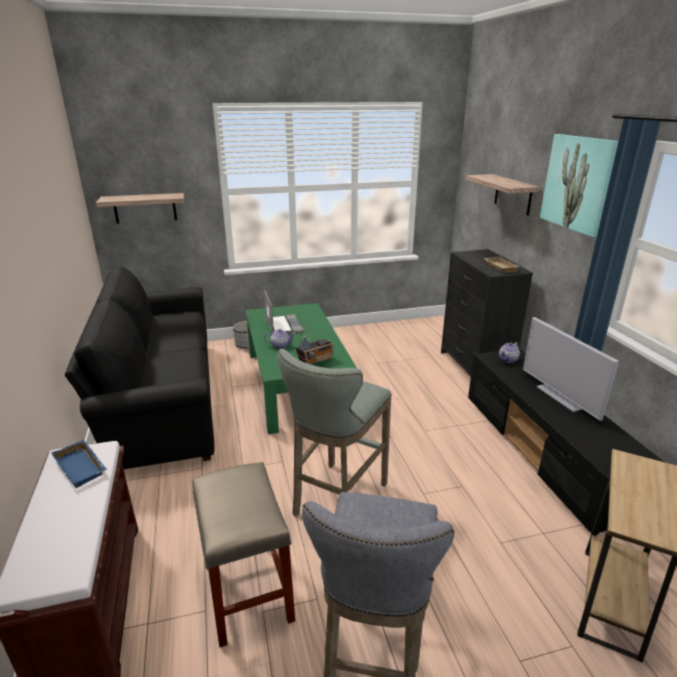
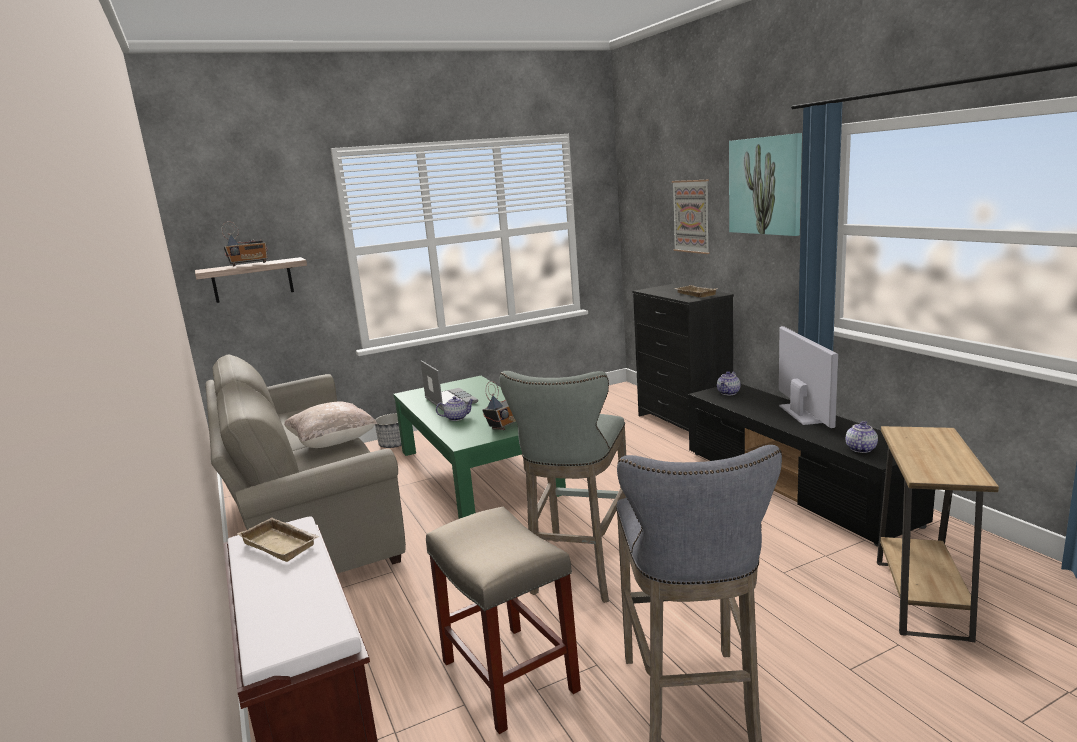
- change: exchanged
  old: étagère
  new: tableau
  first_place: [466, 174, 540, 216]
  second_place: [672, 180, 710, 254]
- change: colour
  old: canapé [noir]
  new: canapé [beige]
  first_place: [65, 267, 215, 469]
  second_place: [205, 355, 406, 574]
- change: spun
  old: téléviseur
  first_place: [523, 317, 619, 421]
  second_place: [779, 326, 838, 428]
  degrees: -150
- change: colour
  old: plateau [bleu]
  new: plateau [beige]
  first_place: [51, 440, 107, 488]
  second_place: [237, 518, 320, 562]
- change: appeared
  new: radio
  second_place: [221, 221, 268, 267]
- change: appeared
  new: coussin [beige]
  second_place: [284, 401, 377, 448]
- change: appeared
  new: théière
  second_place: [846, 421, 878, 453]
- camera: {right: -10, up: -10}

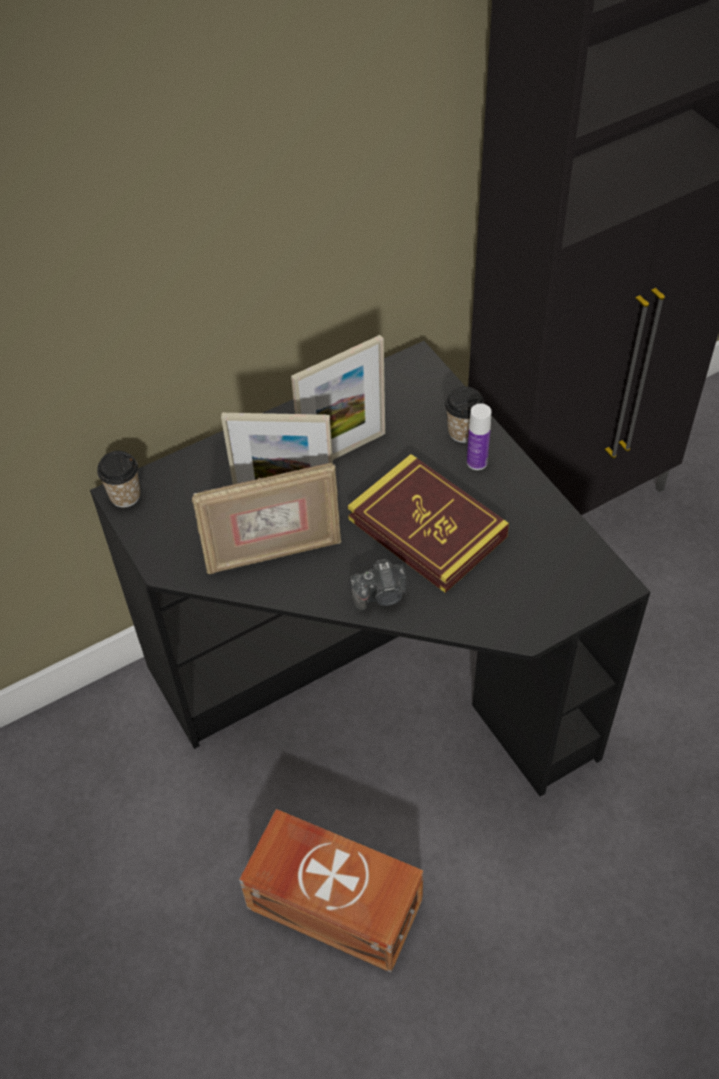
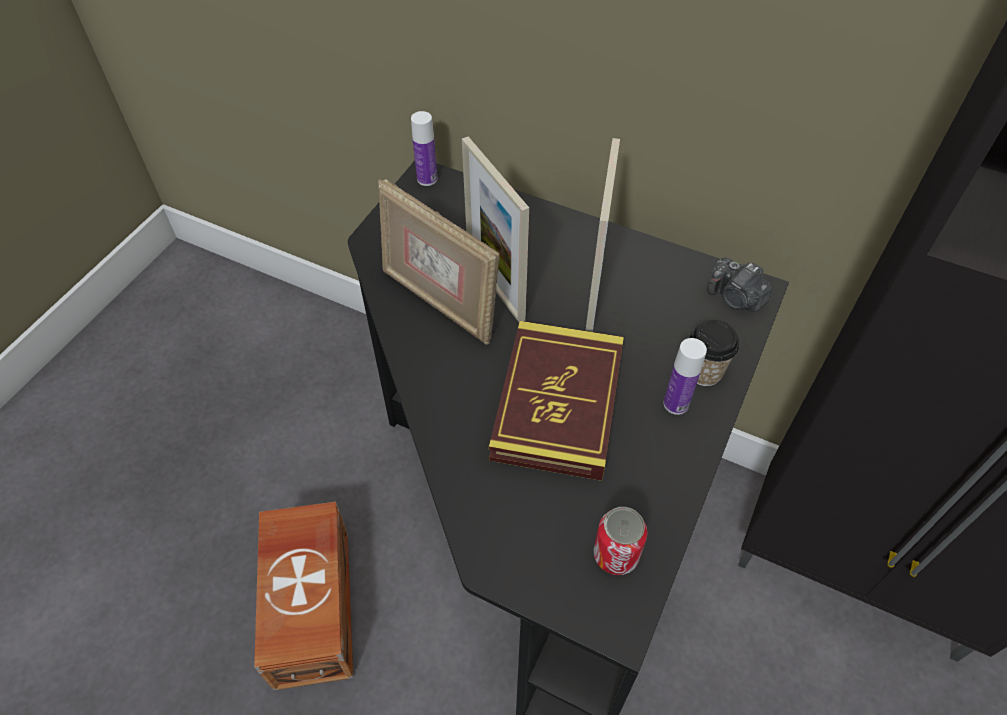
- change: spun
  old: cadre photo
  first_place: [291, 335, 385, 460]
  second_place: [585, 138, 620, 332]
  degrees: -105
- change: exchanged
  old: tasse
  new: bouteille
  first_place: [97, 451, 141, 507]
  second_place: [411, 111, 437, 186]
- change: relocated
  old: appareil photo
  first_place: [350, 559, 407, 611]
  second_place: [707, 258, 773, 312]
- change: appeared
  new: boîte métallique
  second_place: [594, 507, 648, 575]
- camera: {right: 55, up: 0}

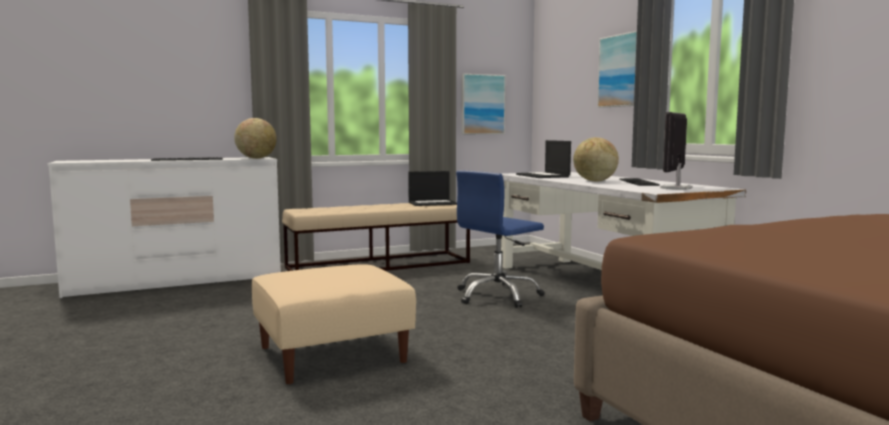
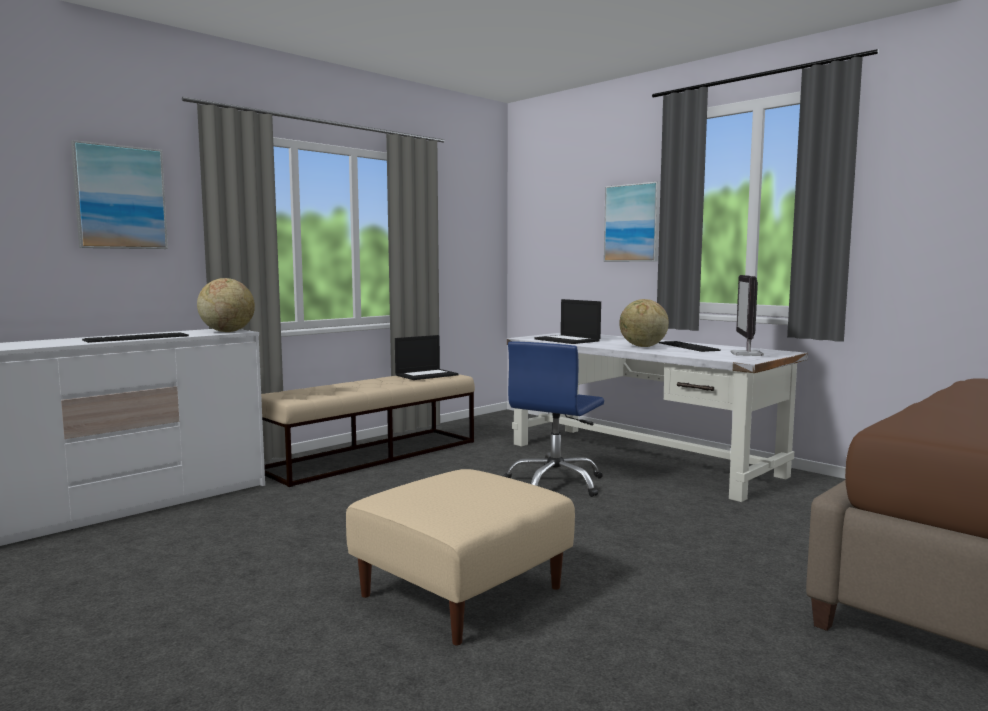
- change: relocated
  old: tableau
  first_place: [461, 73, 506, 134]
  second_place: [71, 140, 168, 249]
- camera: {right: -20, up: 0}

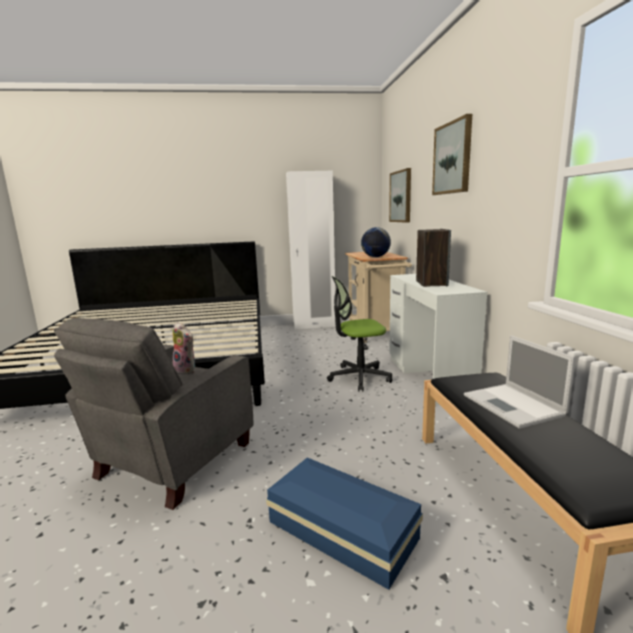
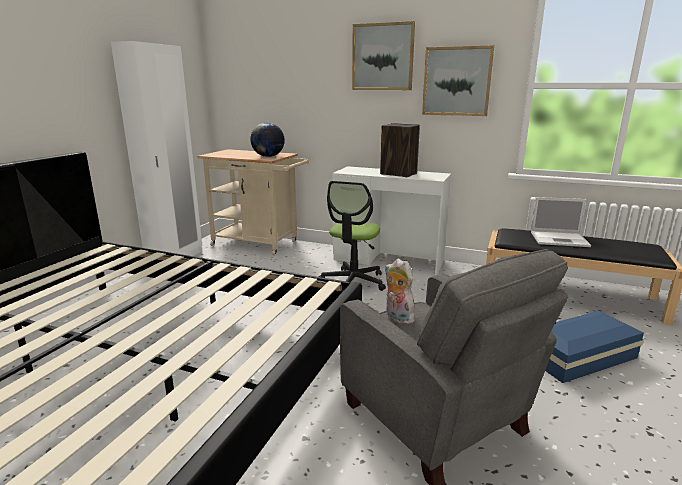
- change: relocated
  old: tableau
  first_place: [389, 168, 411, 222]
  second_place: [422, 45, 494, 116]
- change: spun
  old: peluche
  first_place: [172, 322, 195, 374]
  second_place: [385, 258, 415, 324]
  degrees: -105
- camera: {right: -60, up: 5}

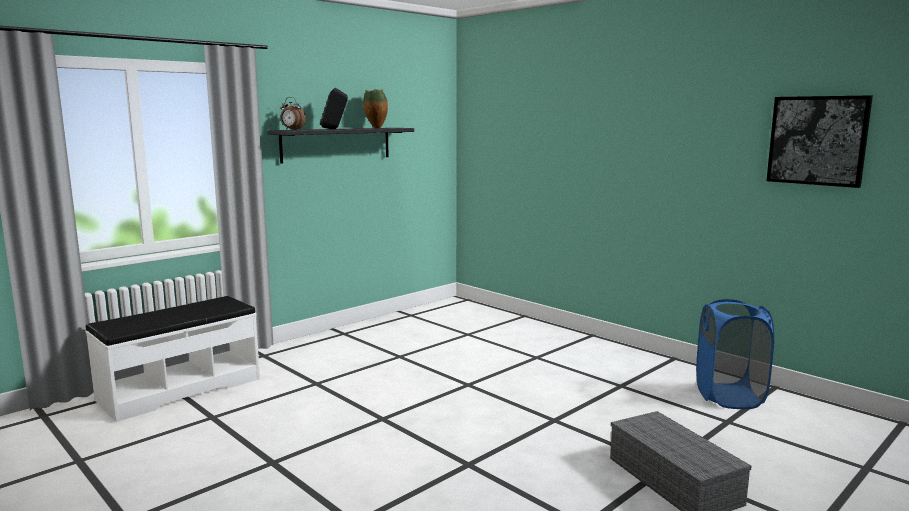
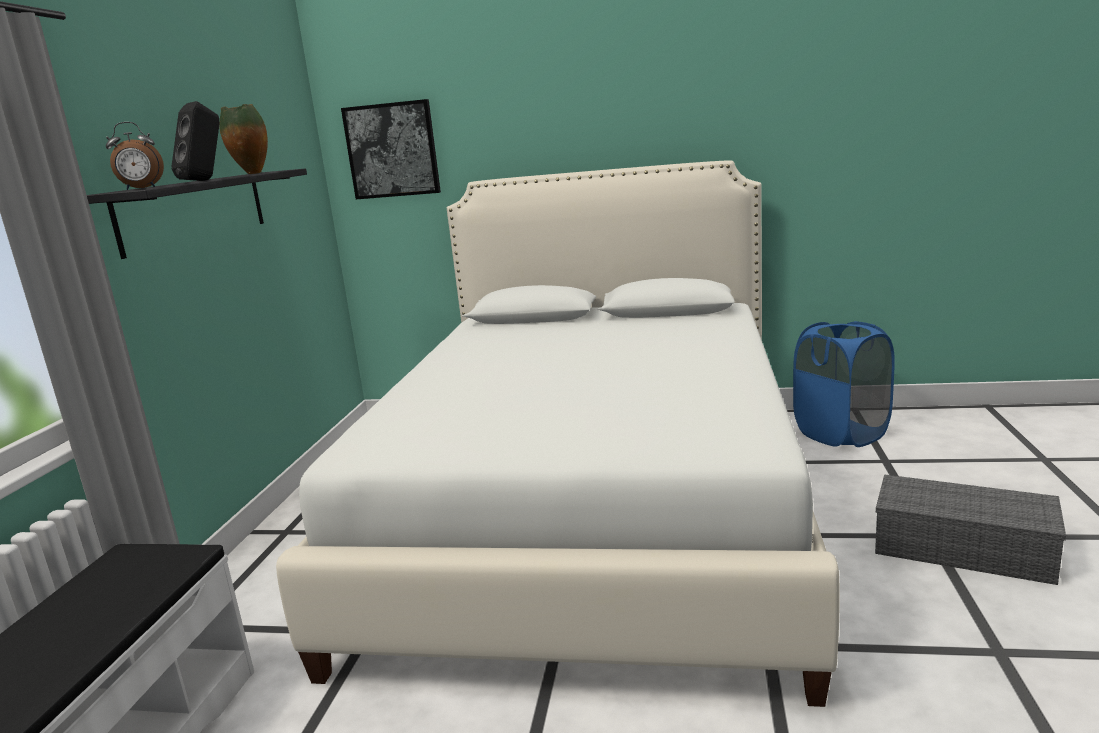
- change: relocated
  old: tableau
  first_place: [766, 95, 873, 188]
  second_place: [341, 99, 441, 199]
- change: appeared
  new: lit [blanc]
  second_place: [276, 160, 840, 707]
- camera: {right: -35, up: 5}

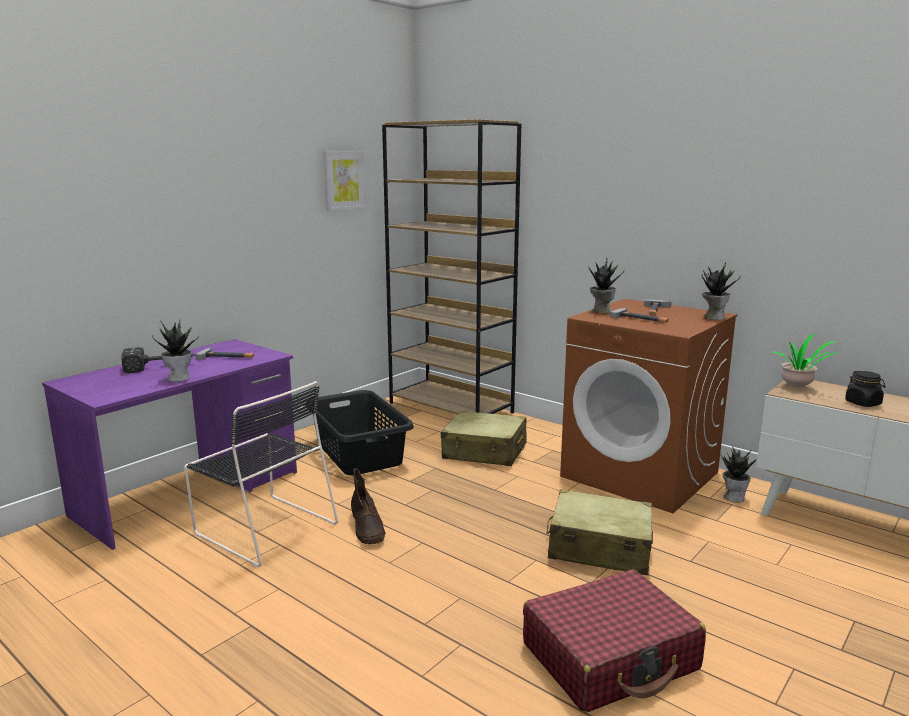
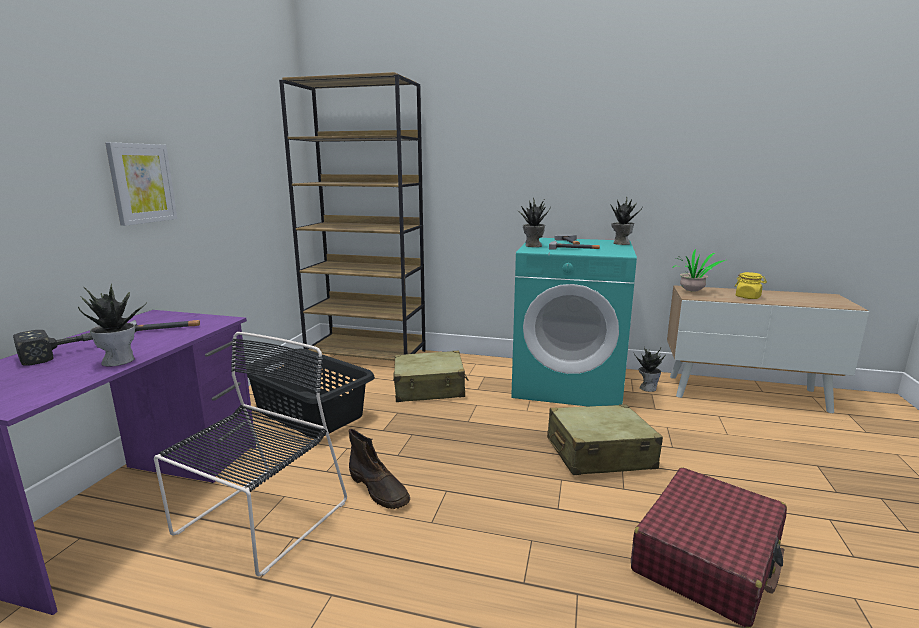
- change: relocated
  old: tableau
  first_place: [323, 151, 365, 211]
  second_place: [105, 142, 177, 226]
- change: colour
  old: lave-linge [marron]
  new: lave-linge [turquoise]
  first_place: [560, 299, 737, 513]
  second_place: [511, 238, 637, 407]
- change: colour
  old: bocal [noir]
  new: bocal [jaune]
  first_place: [845, 371, 885, 407]
  second_place: [735, 272, 767, 299]
- change: spun
  old: chaise [noir]
  first_place: [184, 381, 338, 567]
  second_place: [154, 332, 347, 576]
  degrees: -75
- camera: {right: -25, up: 0}

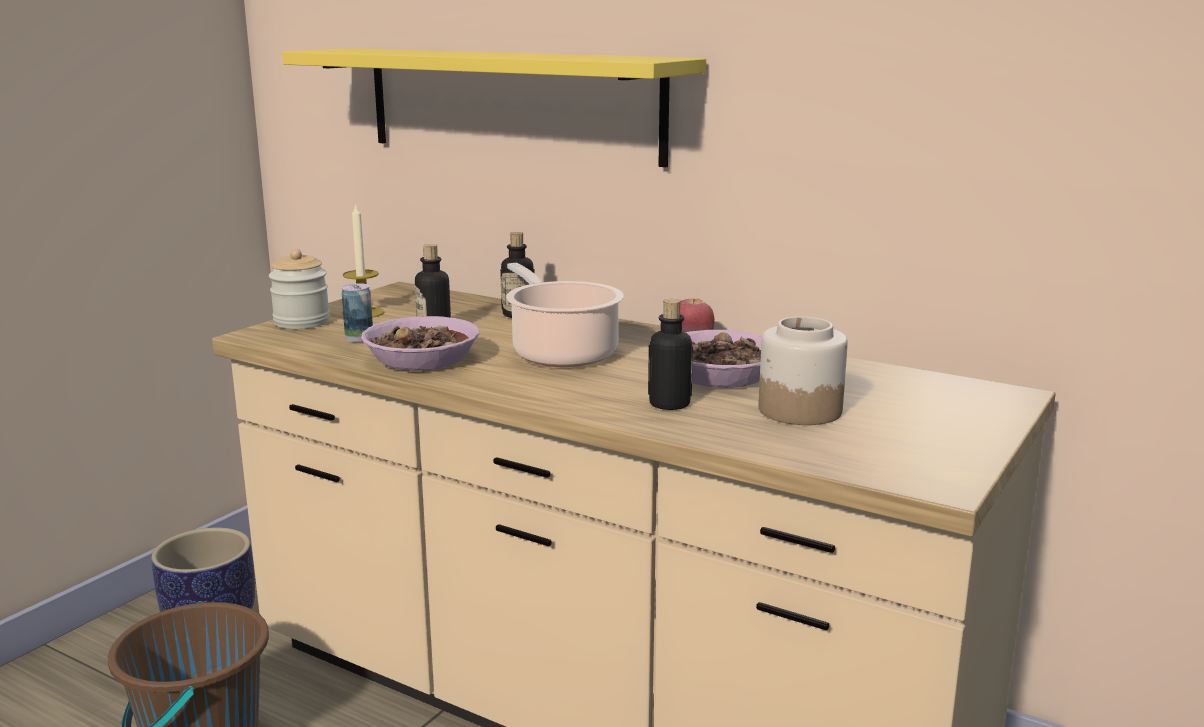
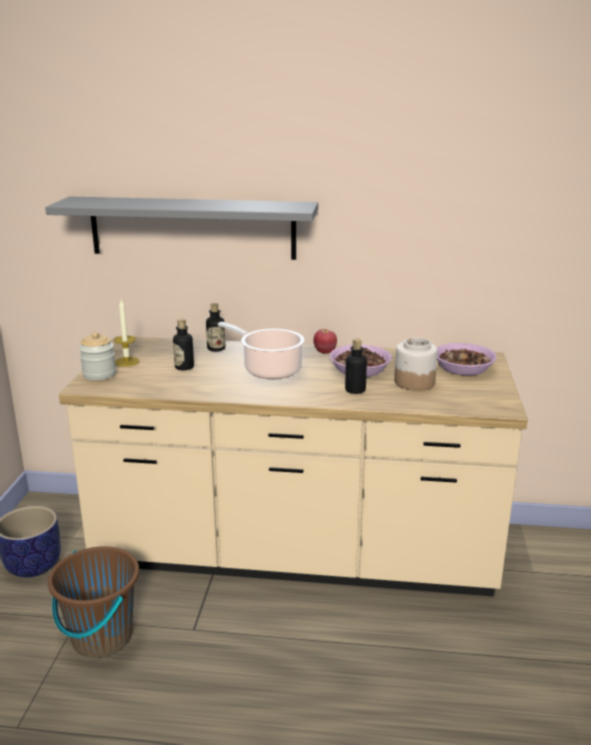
- change: colour
  old: étagère [jaune]
  new: étagère [gris]
  first_place: [282, 48, 706, 167]
  second_place: [45, 197, 318, 260]
- change: missing
  old: boîte métallique
  first_place: [342, 283, 373, 342]
- change: relocated
  old: bol
  first_place: [361, 316, 480, 371]
  second_place: [437, 343, 497, 376]
- camera: {right: -25, up: 5}

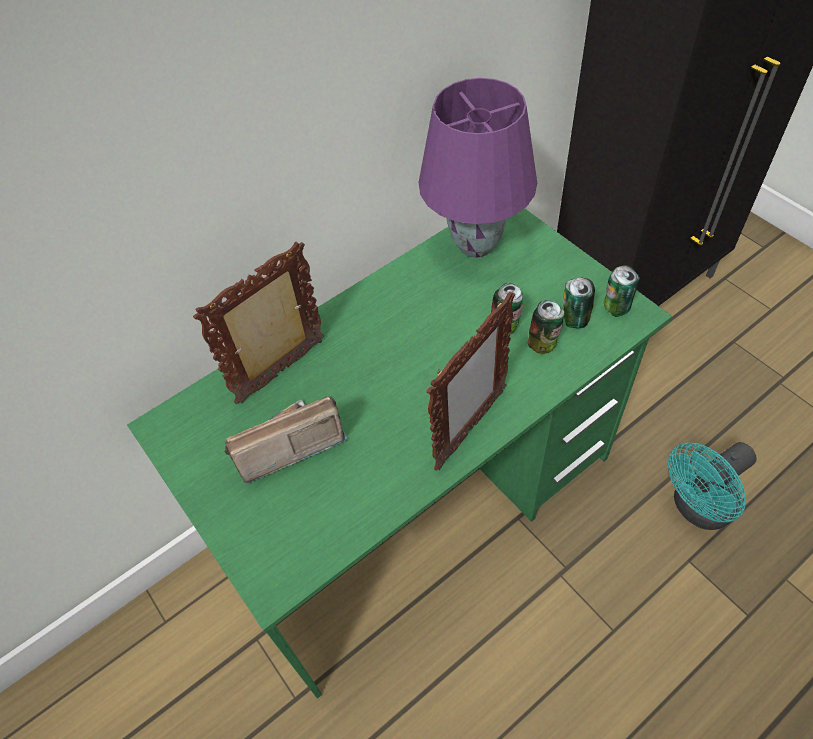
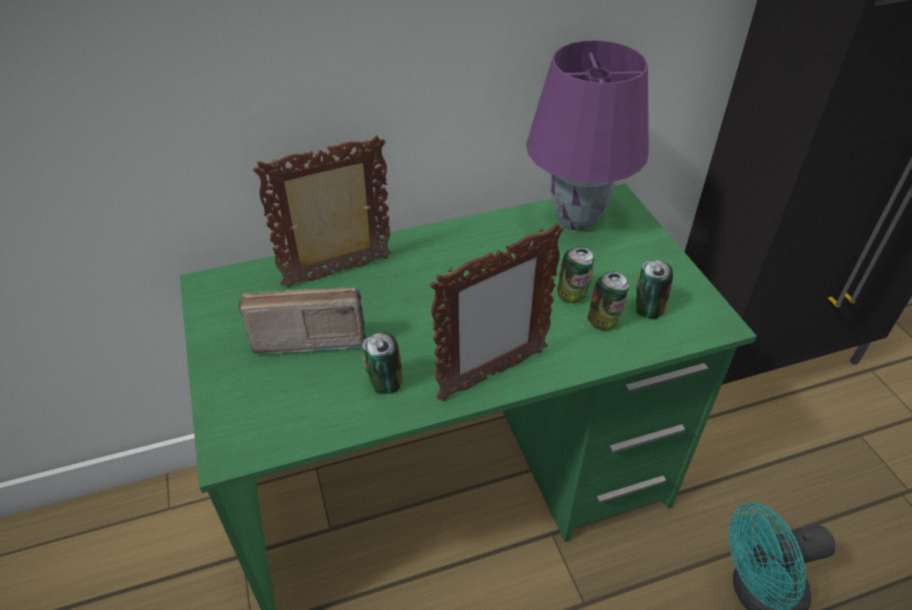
- change: relocated
  old: boîte métallique
  first_place: [604, 265, 640, 317]
  second_place: [362, 333, 403, 394]
- camera: {right: 15, up: -10}

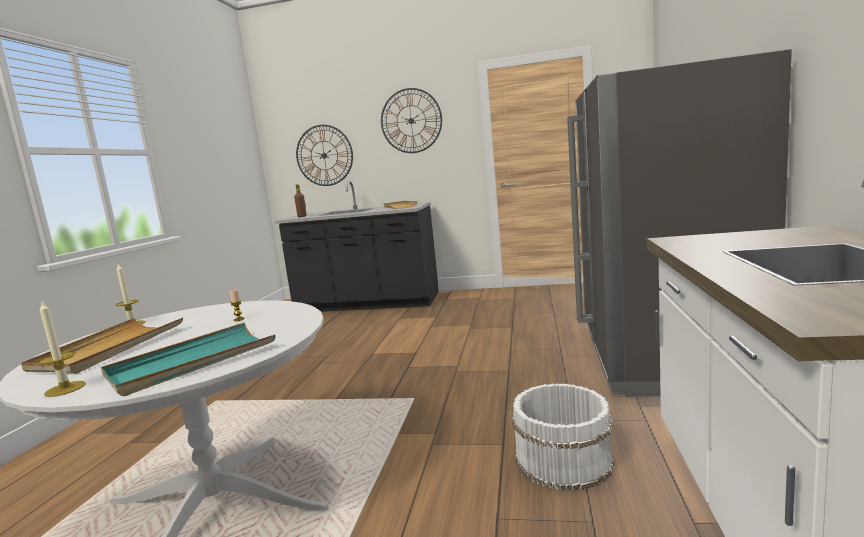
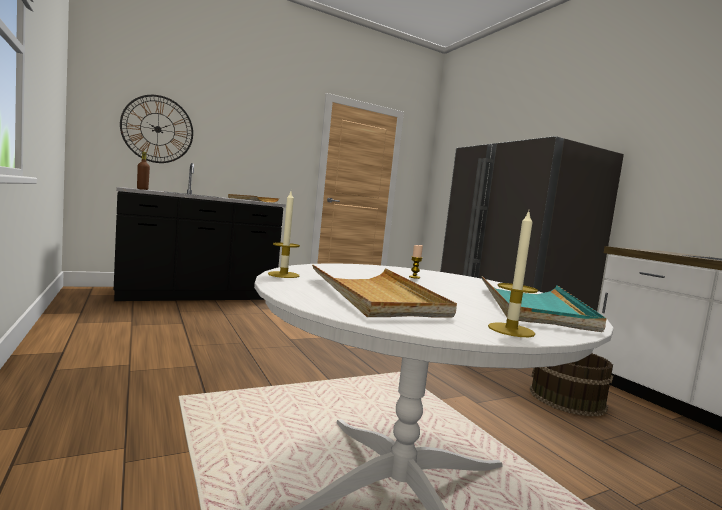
- change: missing
  old: horloge murale
  first_place: [381, 88, 442, 153]
- change: colour
  old: seau [blanc]
  new: seau [marron]
  first_place: [512, 383, 614, 491]
  second_place: [529, 353, 613, 416]
- camera: {right: -40, up: -5}

